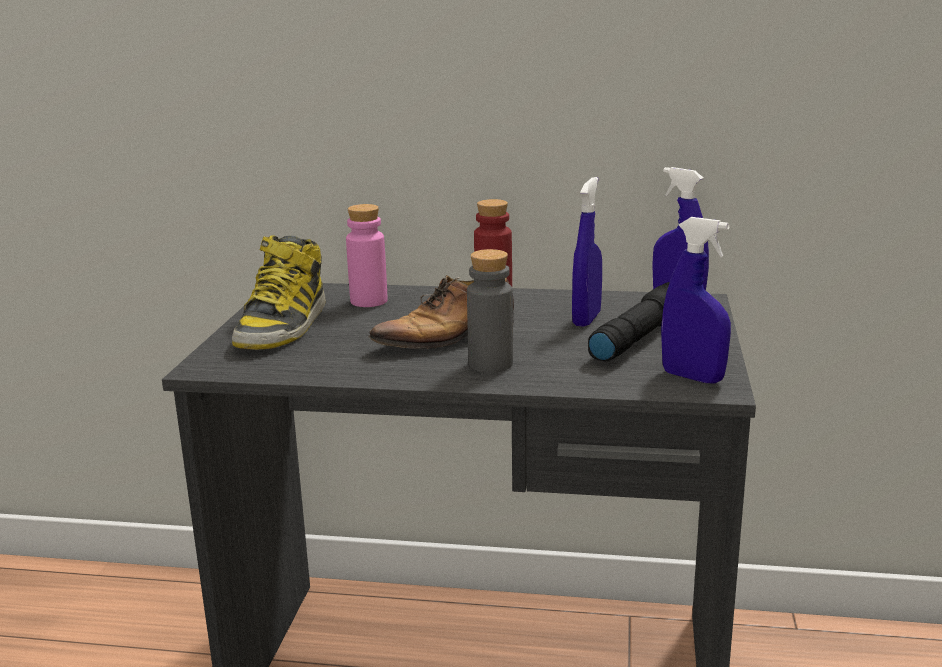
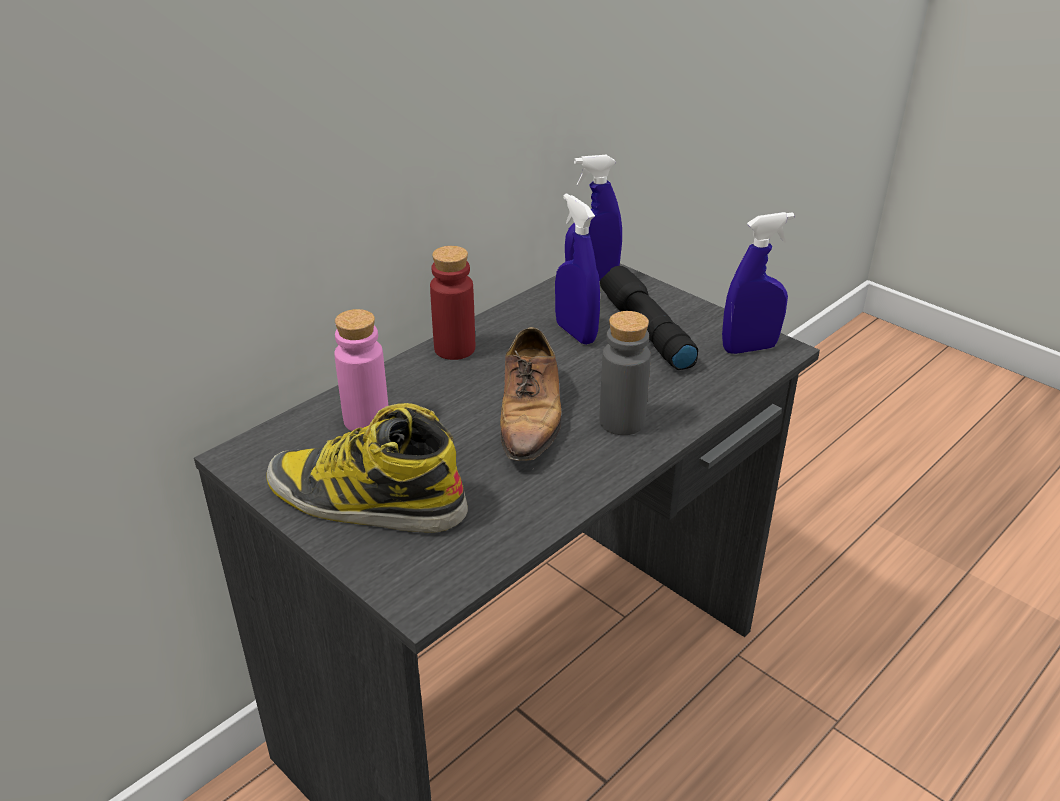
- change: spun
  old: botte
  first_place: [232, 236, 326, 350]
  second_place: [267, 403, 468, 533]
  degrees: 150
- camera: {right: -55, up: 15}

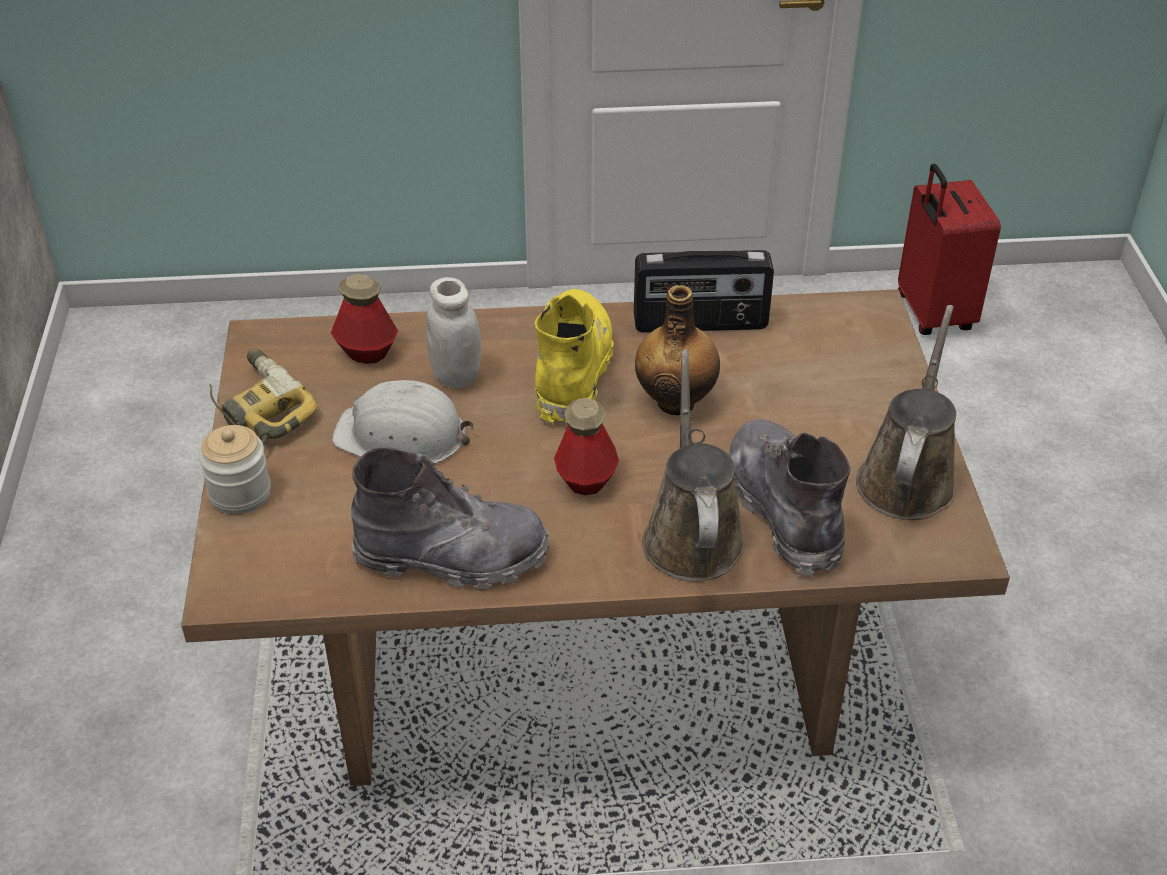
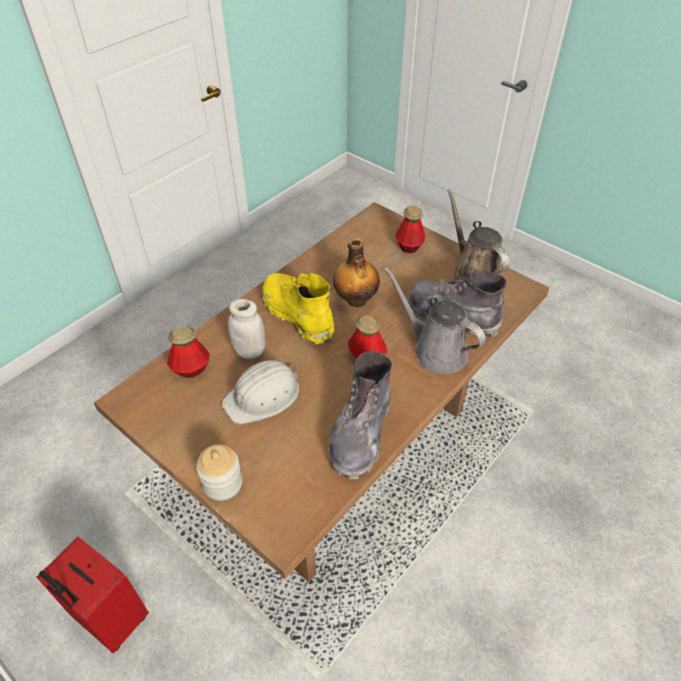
- change: relocated
  old: valise [rouge]
  first_place: [898, 163, 1001, 335]
  second_place: [37, 537, 149, 654]
- change: missing
  old: radio
  first_place: [634, 250, 774, 332]
- change: missing
  old: perceuse
  first_place: [209, 348, 317, 446]
- change: colour
  old: arrosoir [marron]
  new: arrosoir [gris]
  first_place: [642, 350, 745, 582]
  second_place: [384, 267, 486, 374]
- change: spun
  old: botte [gris]
  first_place: [351, 447, 550, 591]
  second_place: [328, 351, 392, 480]
  degrees: 150
- change: appeared
  new: bouteille
  second_place: [395, 206, 426, 253]
- camera: {right: -45, up: 5}

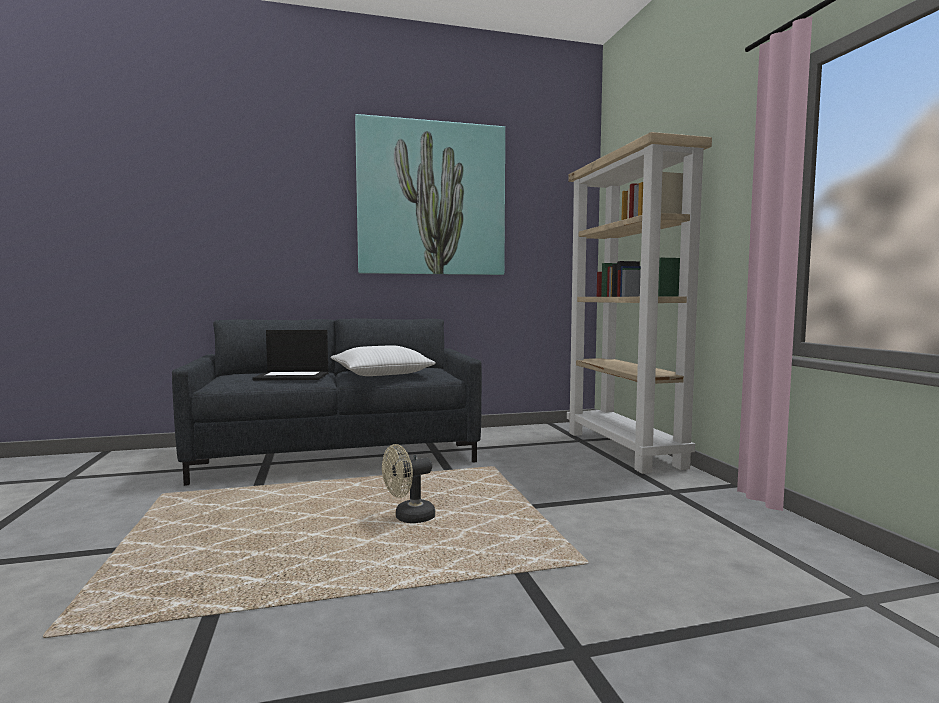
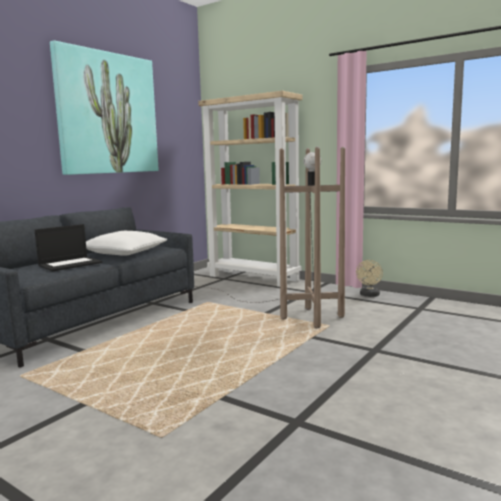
- change: relocated
  old: ventilateur [beige]
  first_place: [382, 444, 435, 523]
  second_place: [356, 260, 383, 297]
- change: appeared
  new: lampadaire [marron]
  second_place: [194, 147, 345, 328]
- camera: {right: -40, up: 5}

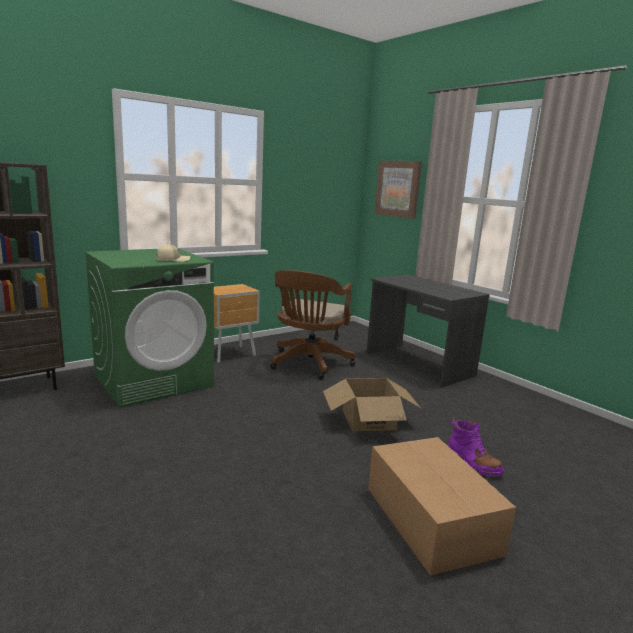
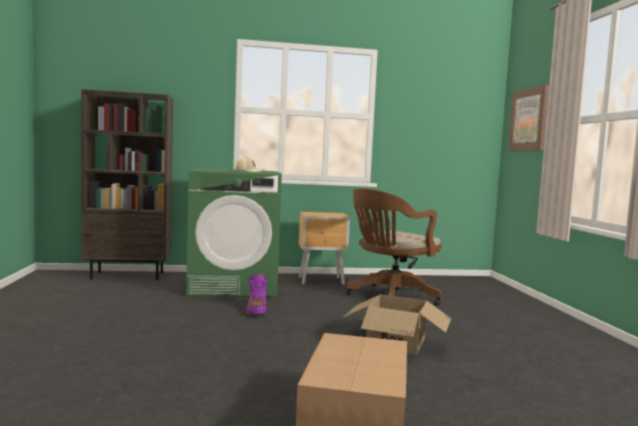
- change: missing
  old: bureau [gris]
  first_place: [366, 274, 490, 387]
- change: relocated
  old: botte [violet]
  first_place: [448, 419, 504, 476]
  second_place: [246, 274, 268, 314]
- camera: {right: 30, up: -10}

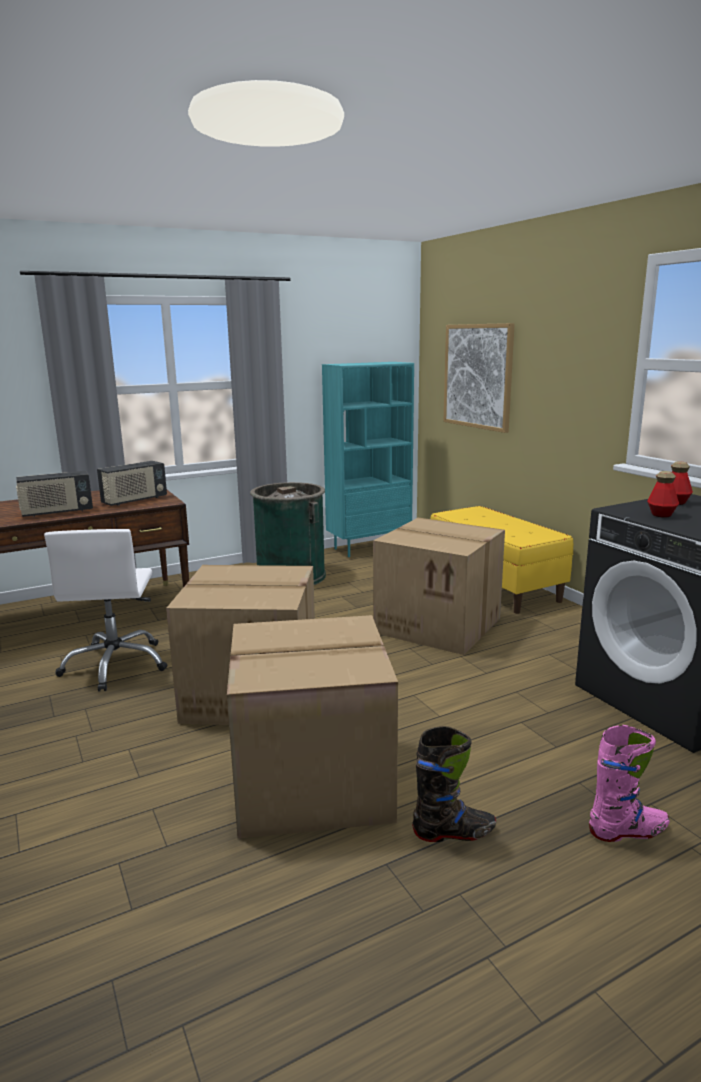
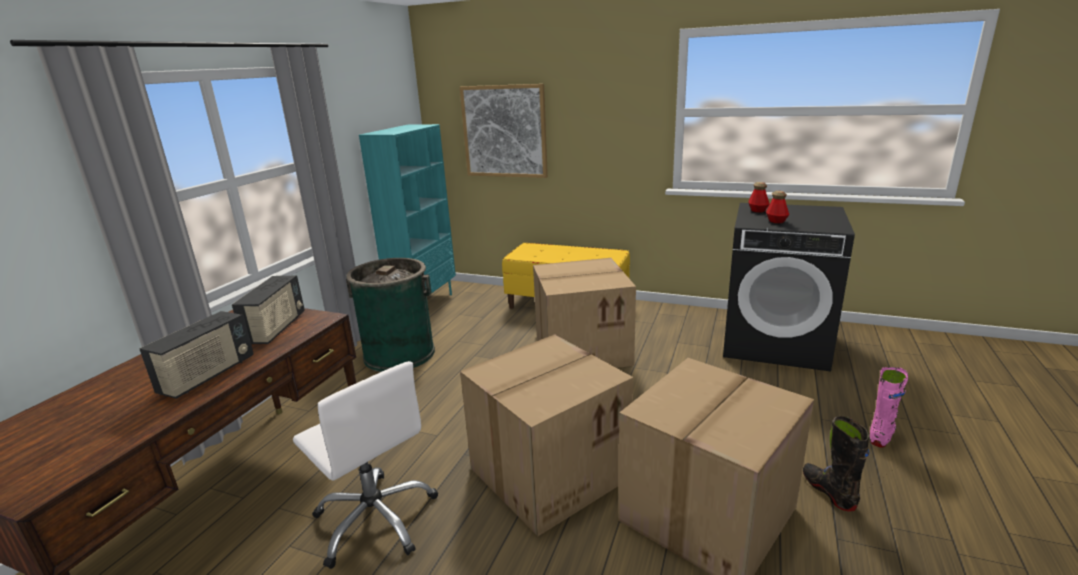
- change: spun
  old: botte [noir]
  first_place: [412, 726, 496, 842]
  second_place: [803, 416, 869, 512]
  degrees: -60
- camera: {right: -40, up: 5}

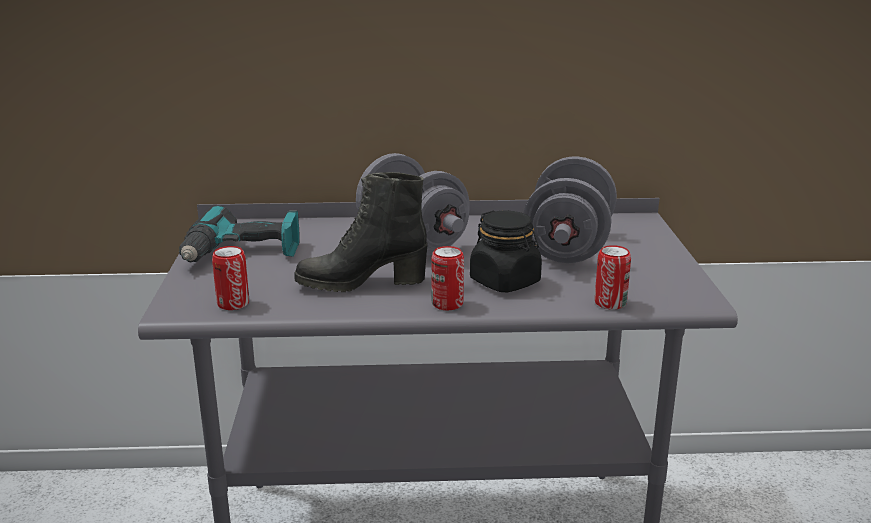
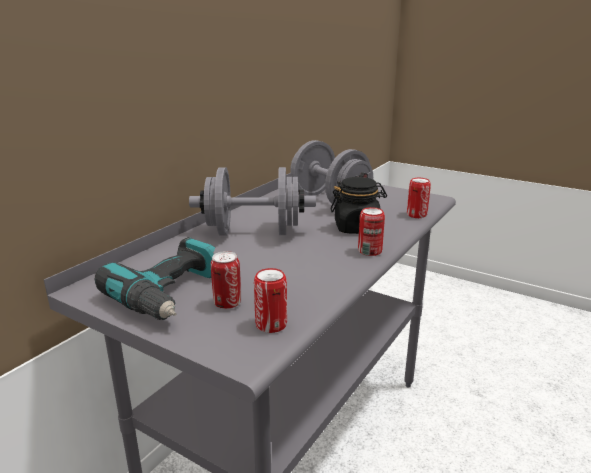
- change: missing
  old: botte [noir]
  first_place: [294, 172, 428, 292]
- change: appeared
  new: boîte métallique
  second_place: [211, 251, 241, 309]
- camera: {right: -55, up: 0}

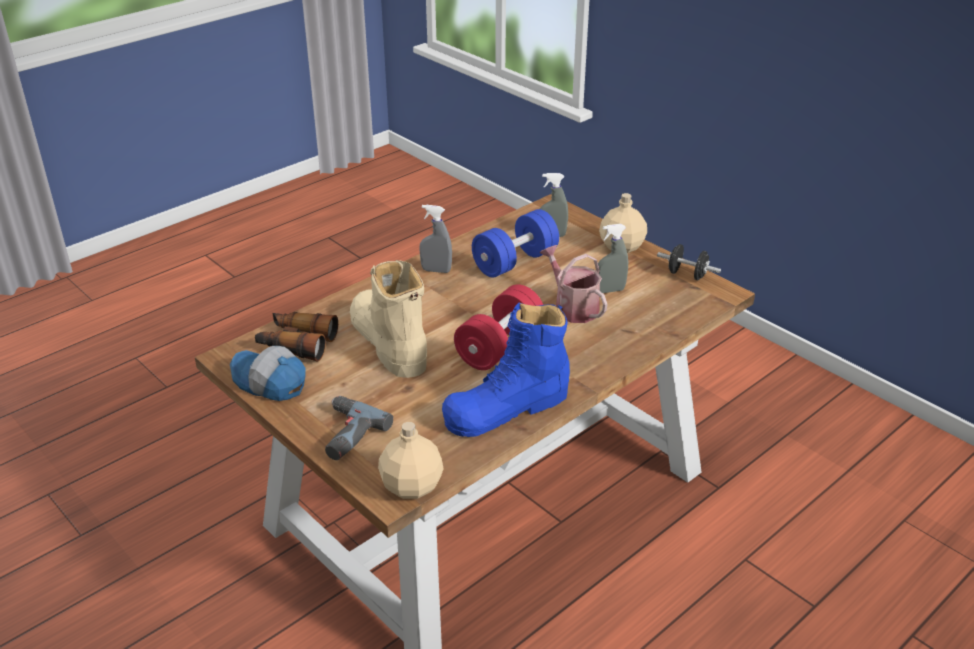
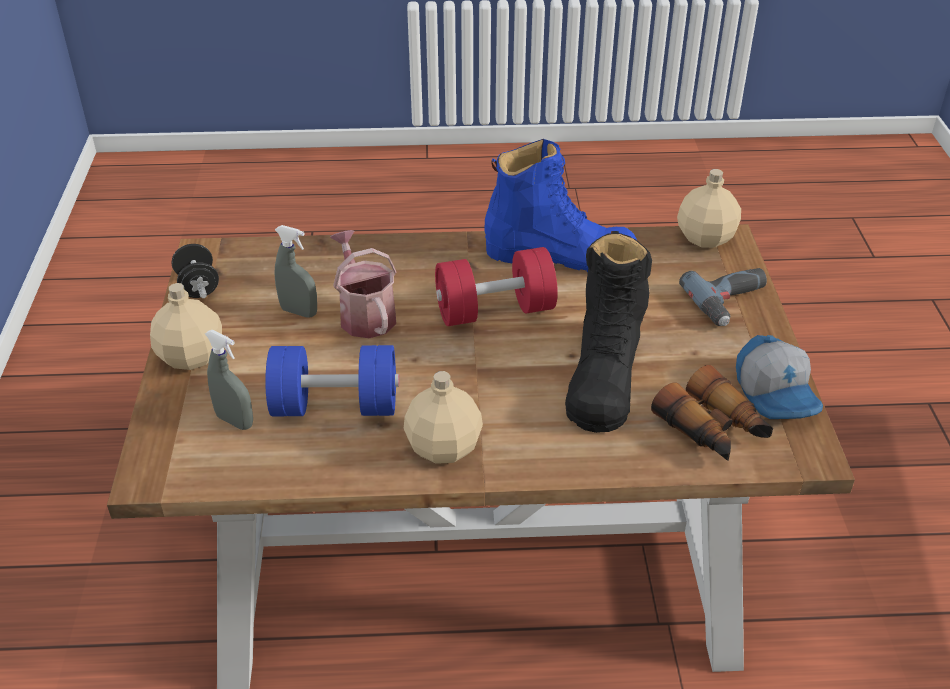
- change: exchanged
  old: vaporisateur [gris]
  new: bouteille [beige]
  first_place: [419, 205, 452, 273]
  second_place: [404, 371, 483, 464]
- change: spun
  old: arrosoir
  first_place: [540, 245, 607, 323]
  second_place: [330, 230, 396, 338]
  degrees: 150
- change: colour
  old: botte [beige]
  new: botte [noir]
  first_place: [350, 260, 427, 378]
  second_place: [565, 231, 652, 433]
- camera: {right: -140, up: 5}

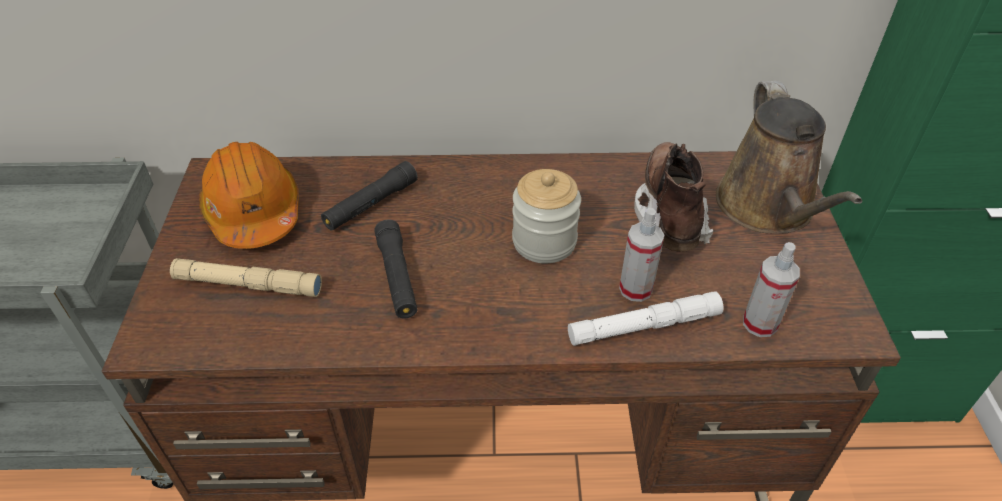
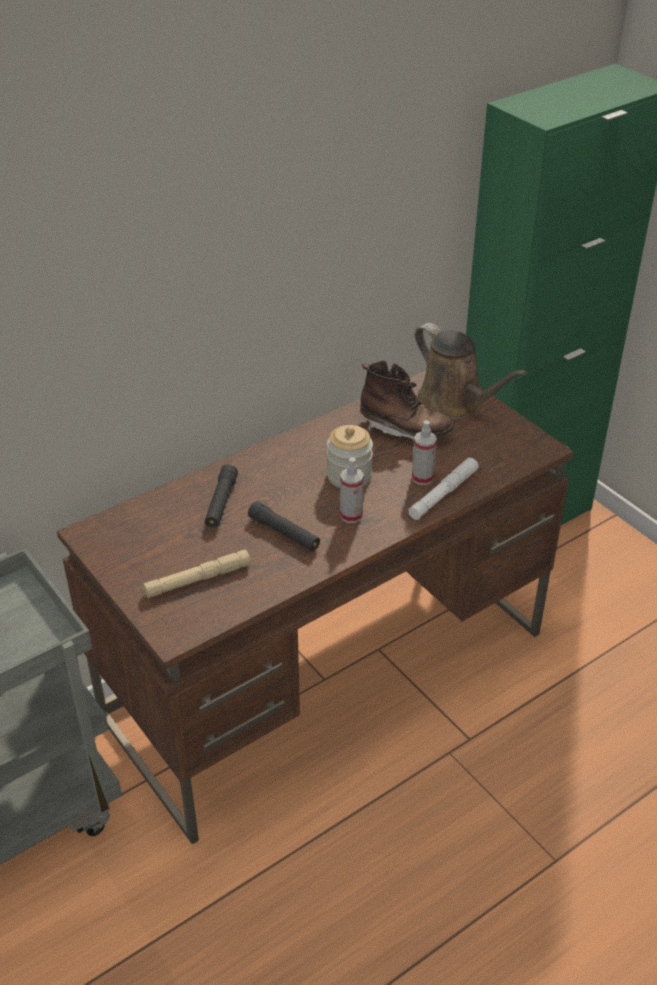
- change: missing
  old: casque de chantier [orange]
  first_place: [199, 142, 299, 249]
- change: spun
  old: botte [marron]
  first_place: [634, 142, 713, 252]
  second_place: [360, 361, 454, 442]
  degrees: 150
- change: relocated
  old: vaporisateur
  first_place: [743, 242, 800, 337]
  second_place: [340, 457, 364, 523]
- camera: {right: -35, up: -5}

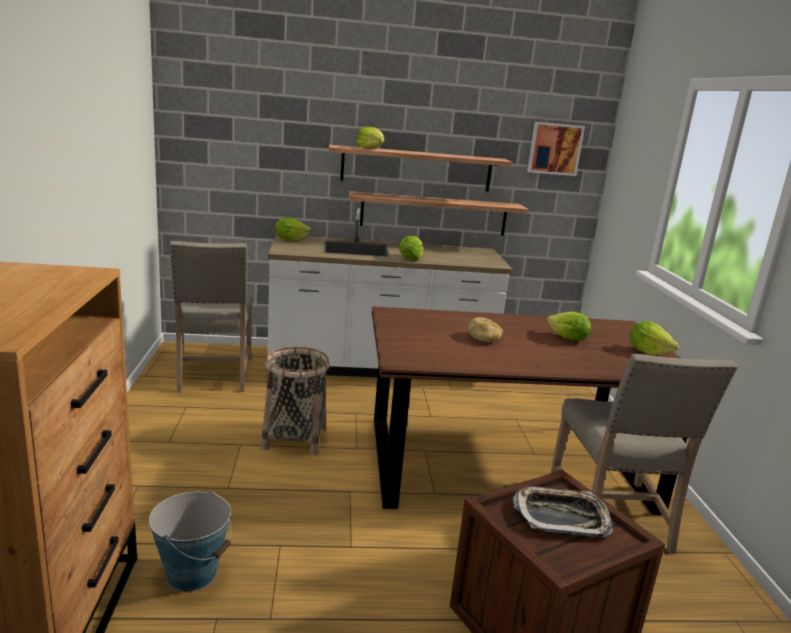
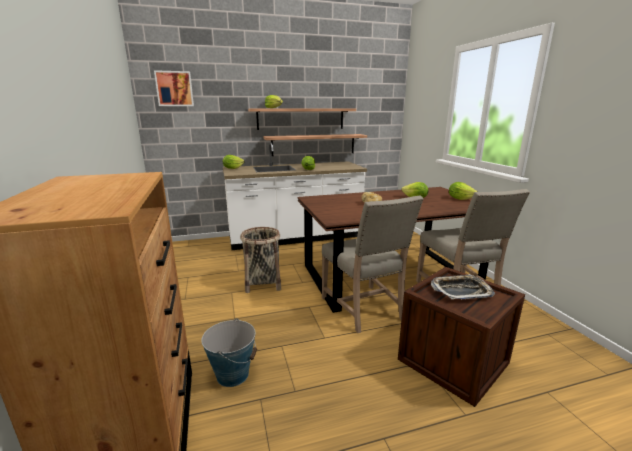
- change: relocated
  old: tableau
  first_place: [527, 122, 585, 176]
  second_place: [154, 70, 194, 106]
- change: relocated
  old: chaise [beige]
  first_place: [170, 241, 253, 392]
  second_place: [322, 195, 424, 333]
- camera: {right: -10, up: 0}

